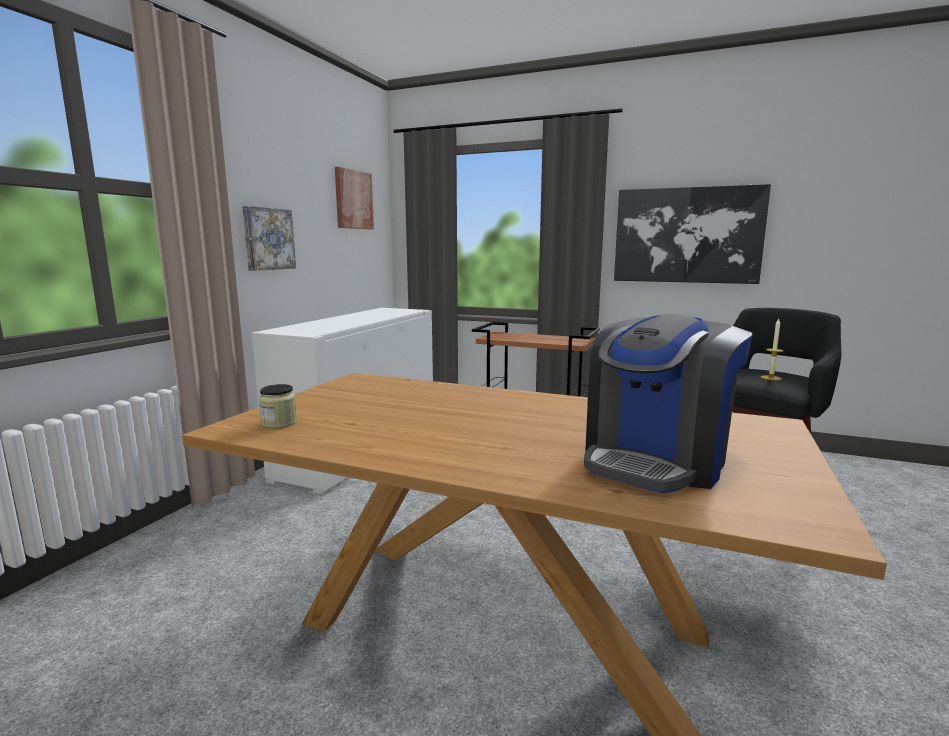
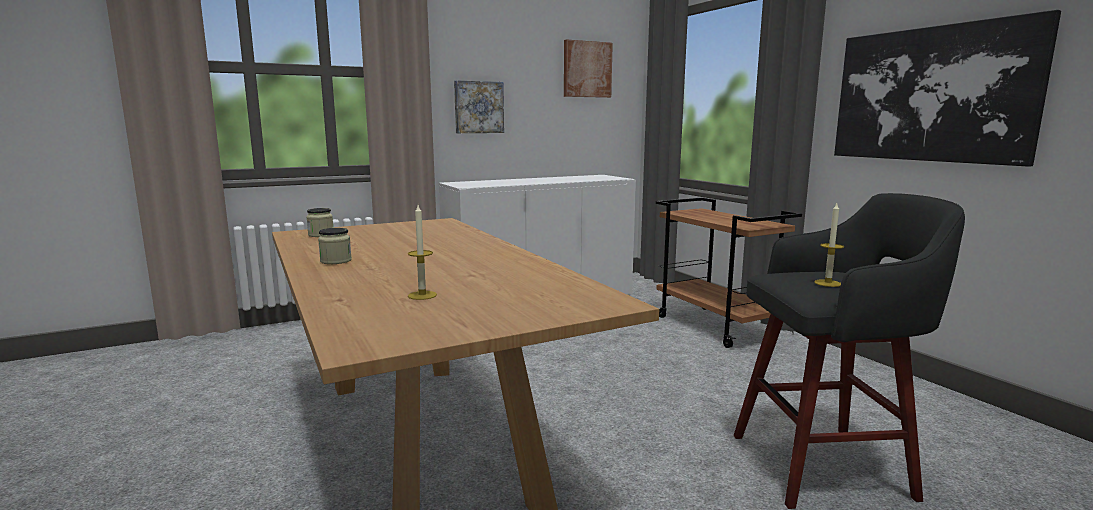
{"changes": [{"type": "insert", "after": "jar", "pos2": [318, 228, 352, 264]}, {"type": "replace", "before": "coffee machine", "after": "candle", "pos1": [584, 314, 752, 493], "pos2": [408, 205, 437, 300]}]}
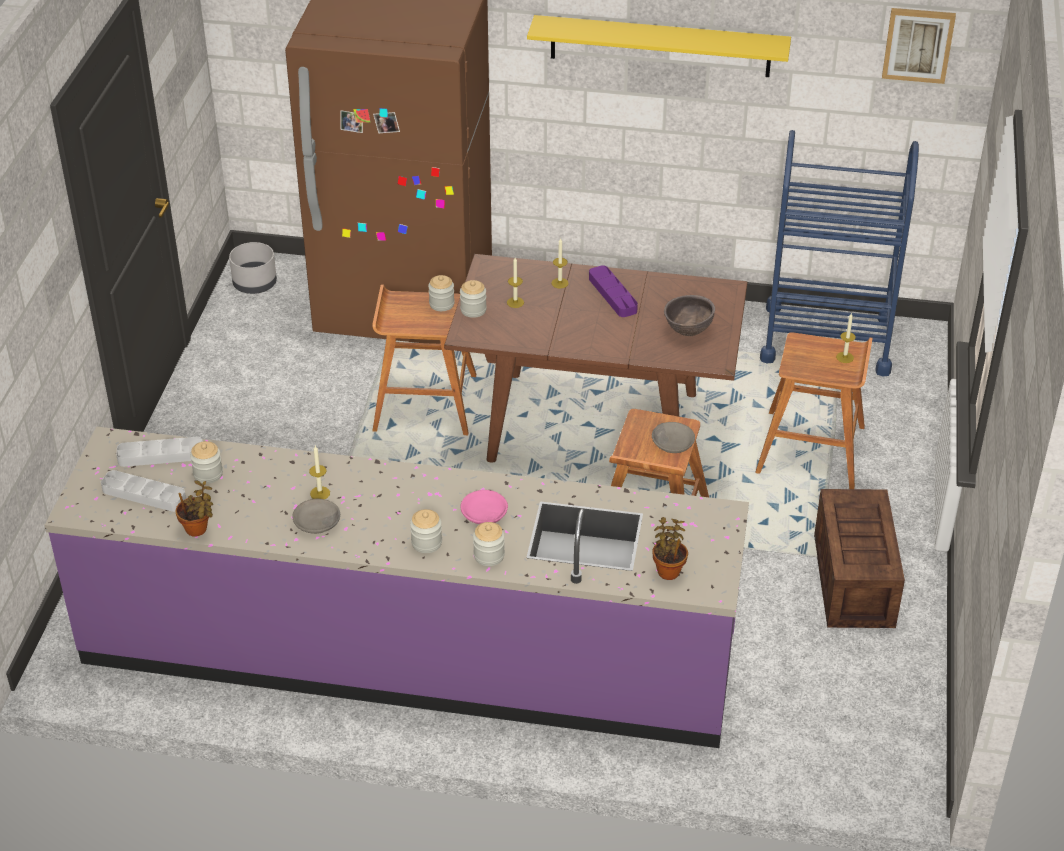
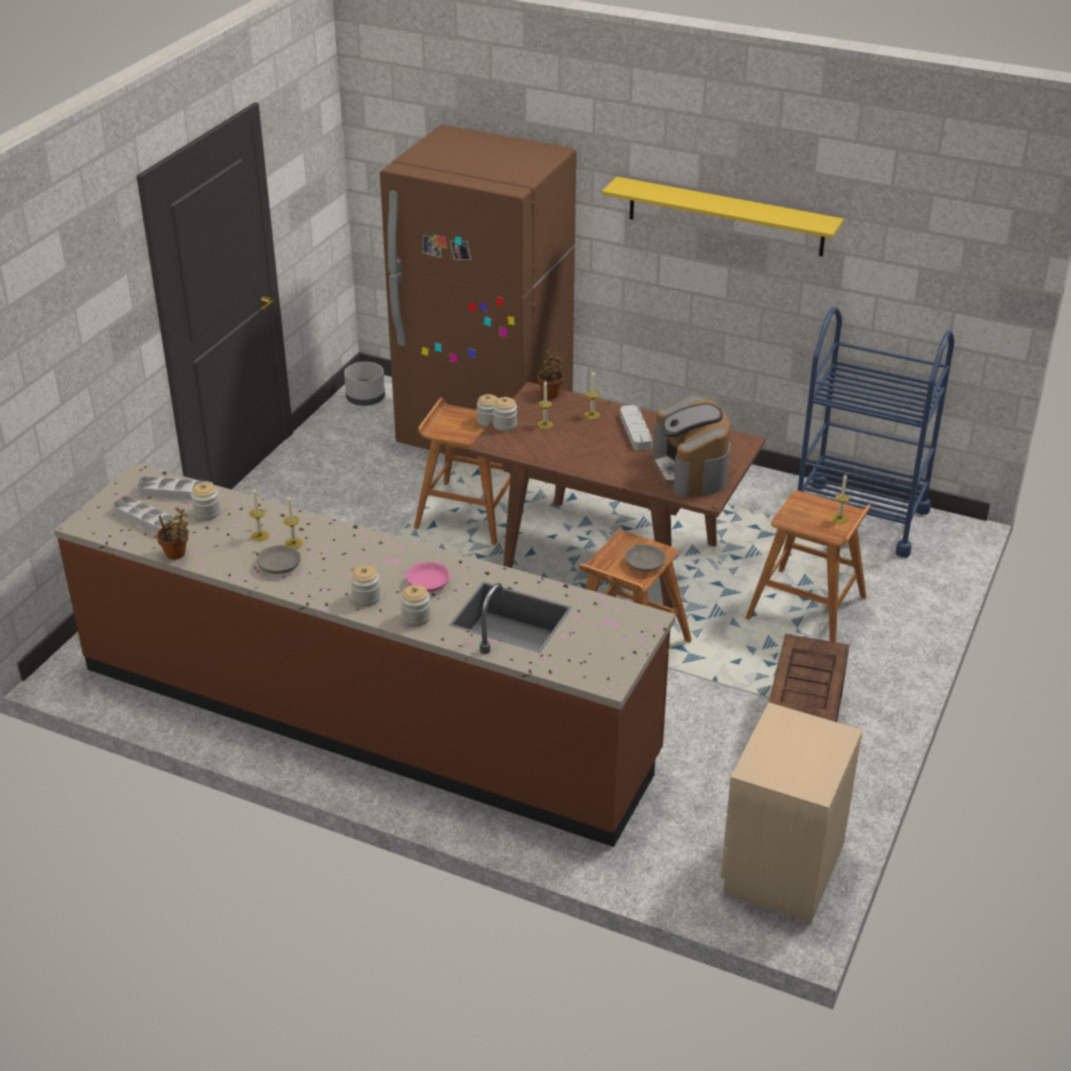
{"changes": [{"type": "delete", "before": "picture", "pos1": [882, 8, 956, 84]}, {"type": "insert", "after": "candle", "pos2": [249, 488, 269, 541]}, {"type": "insert", "after": "nightstand in beige", "pos2": [721, 702, 862, 923]}, {"type": "move", "before": "potted plant", "pos1": [653, 517, 688, 580], "pos2": [537, 350, 565, 399]}, {"type": "replace", "before": "bowl in brown", "after": "coffee machine", "pos1": [664, 295, 715, 337], "pos2": [653, 395, 730, 497]}, {"type": "recolor", "before": "counter in purple", "after": "counter in brown", "pos1": [45, 427, 749, 748], "pos2": [54, 463, 676, 847]}, {"type": "recolor", "before": "tray in purple", "after": "tray in grey", "pos1": [589, 265, 638, 317], "pos2": [620, 405, 653, 450]}]}
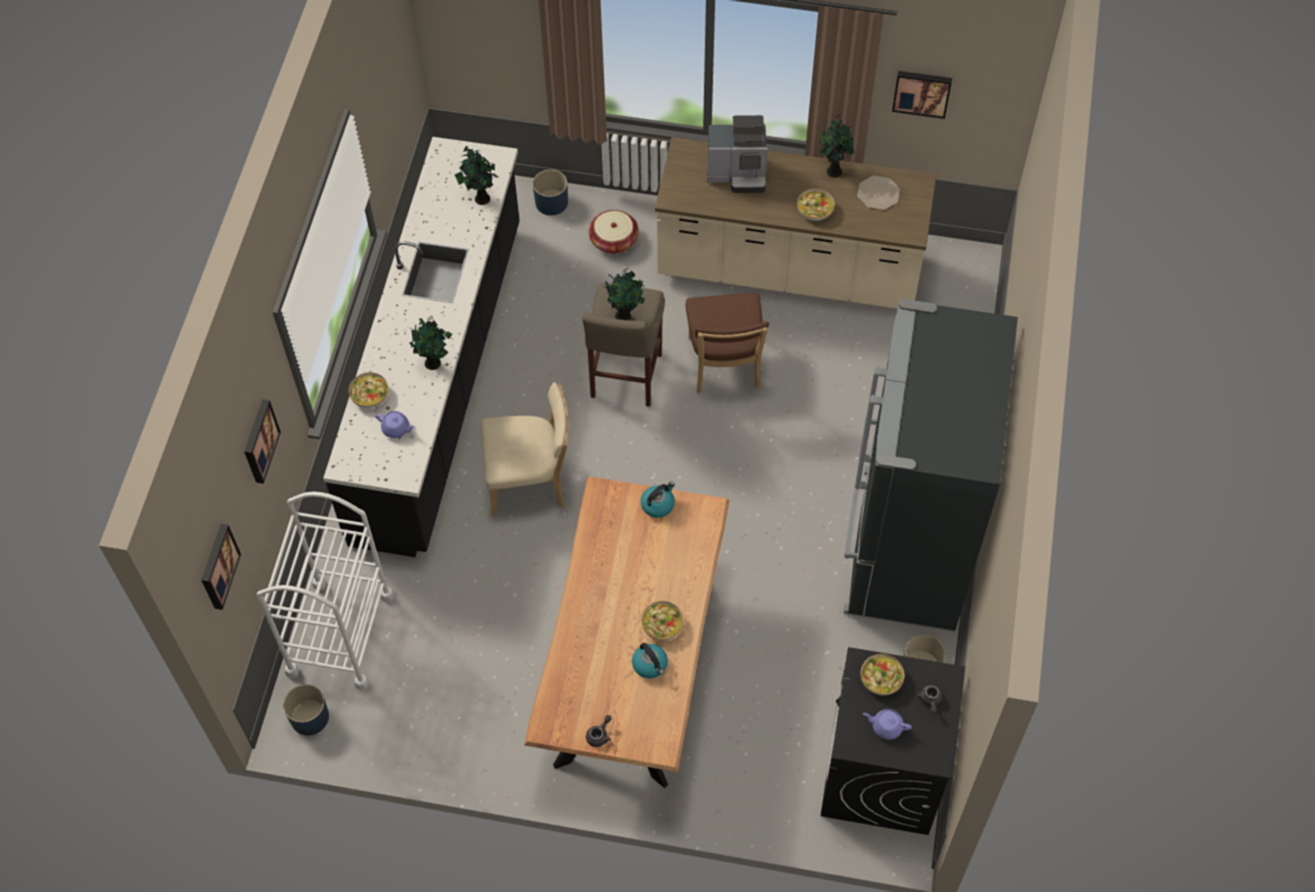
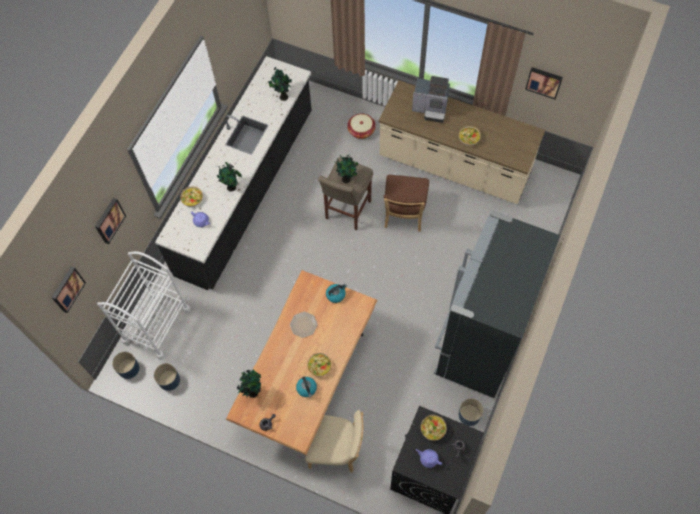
{"changes": [{"type": "move", "before": "chair in beige", "pos1": [481, 382, 569, 516], "pos2": [305, 410, 363, 473]}, {"type": "move", "before": "planter in blue", "pos1": [533, 169, 568, 215], "pos2": [154, 363, 180, 391]}, {"type": "move", "before": "potted plant", "pos1": [819, 115, 854, 178], "pos2": [237, 370, 261, 398]}, {"type": "move", "before": "plate", "pos1": [857, 176, 900, 210], "pos2": [290, 312, 318, 338]}]}
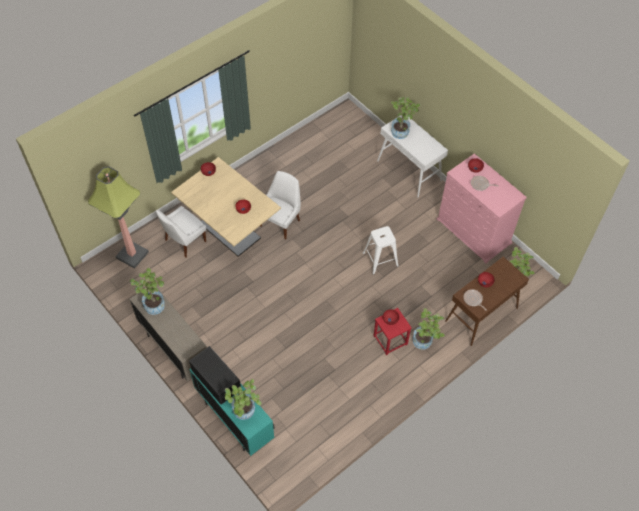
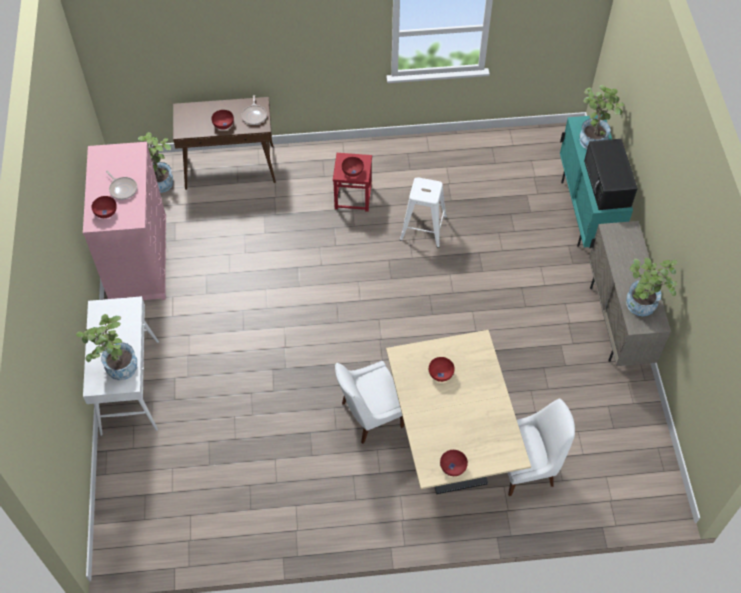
{"changes": [{"type": "delete", "before": "floor lamp", "pos1": [88, 166, 149, 269]}, {"type": "delete", "before": "potted plant", "pos1": [413, 308, 445, 349]}, {"type": "move", "before": "stool in white", "pos1": [363, 226, 399, 275], "pos2": [400, 177, 447, 248]}]}
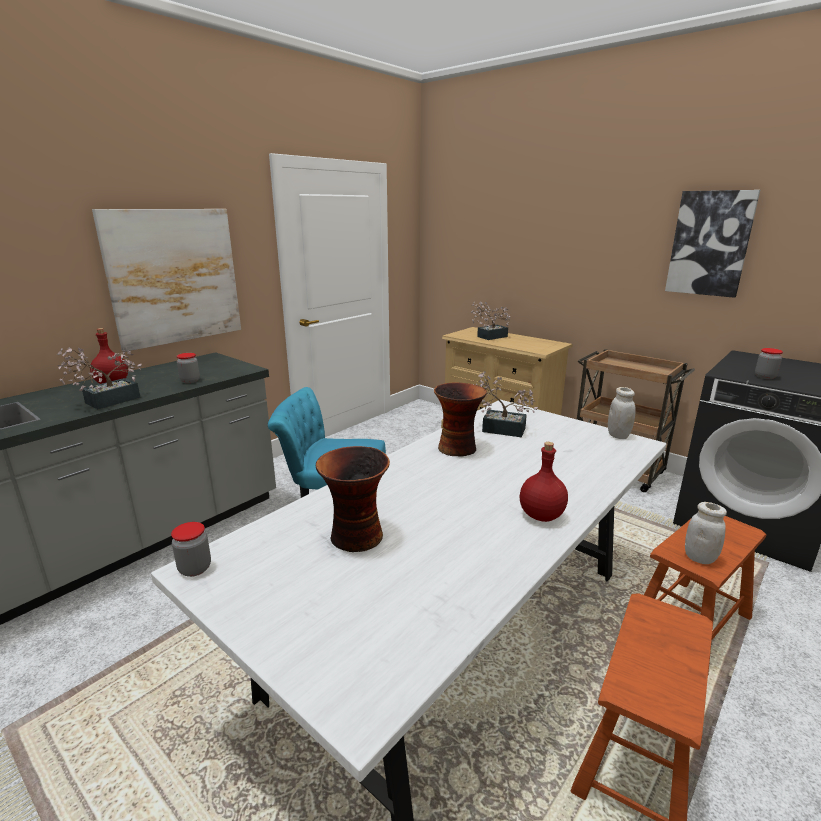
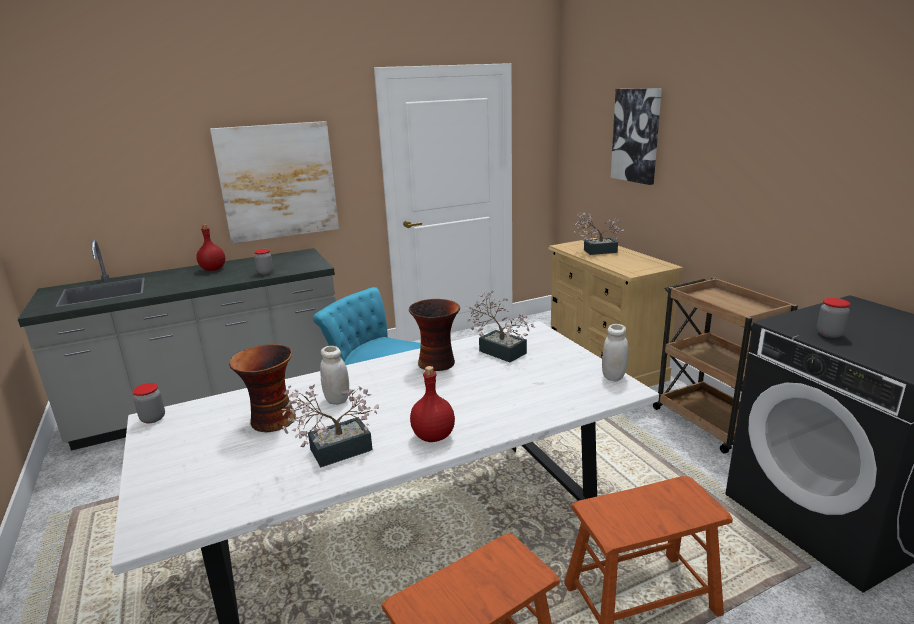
{"changes": [{"type": "move", "before": "potted plant", "pos1": [57, 347, 142, 409], "pos2": [281, 384, 379, 468]}, {"type": "move", "before": "picture", "pos1": [665, 190, 760, 298], "pos2": [611, 88, 662, 185]}, {"type": "move", "before": "jar in white", "pos1": [685, 502, 727, 564], "pos2": [320, 346, 349, 405]}]}
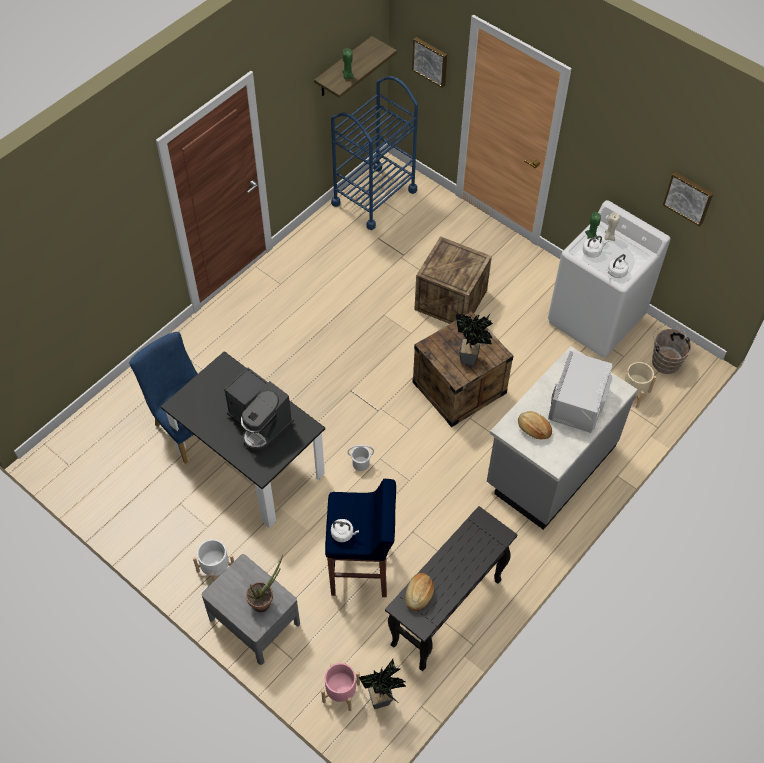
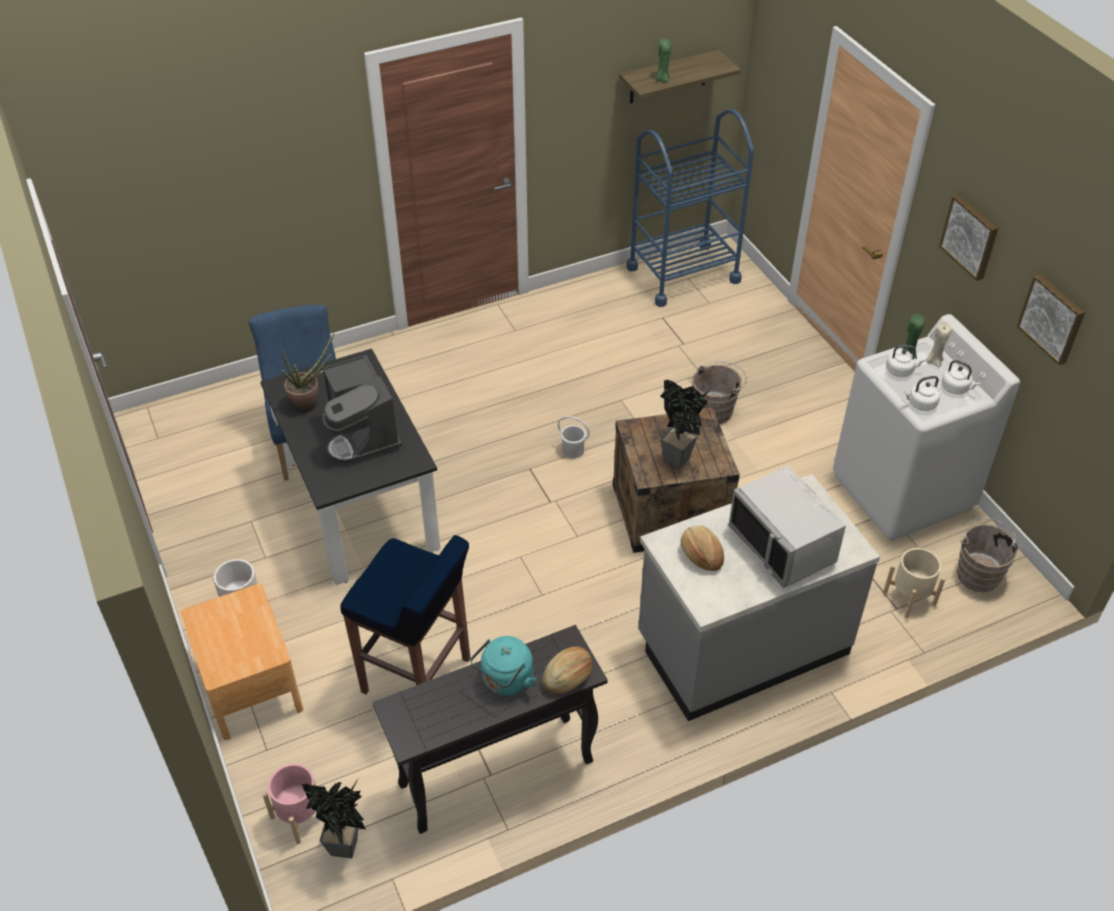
{"changes": [{"type": "insert", "after": "kettle in turquoise", "pos2": [470, 636, 537, 696]}, {"type": "move", "before": "potted plant", "pos1": [246, 555, 283, 612], "pos2": [281, 332, 335, 412]}, {"type": "move", "before": "kettle in white", "pos1": [331, 519, 359, 542], "pos2": [941, 360, 980, 394]}, {"type": "move", "before": "bucket in white", "pos1": [348, 445, 374, 471], "pos2": [558, 416, 590, 458]}, {"type": "move", "before": "bread", "pos1": [405, 573, 434, 611], "pos2": [542, 646, 592, 694]}, {"type": "move", "before": "picture", "pos1": [412, 37, 447, 88], "pos2": [939, 194, 998, 281]}, {"type": "replace", "before": "crate", "after": "bucket in brown", "pos1": [414, 236, 492, 324], "pos2": [692, 361, 747, 424]}, {"type": "recolor", "before": "nightstand in grey", "after": "nightstand in brown", "pos1": [202, 554, 300, 665], "pos2": [181, 584, 303, 740]}, {"type": "rotate", "before": "microwave in grey", "pos1": [548, 351, 613, 433], "pos2": [729, 465, 846, 588], "turn": -75}]}
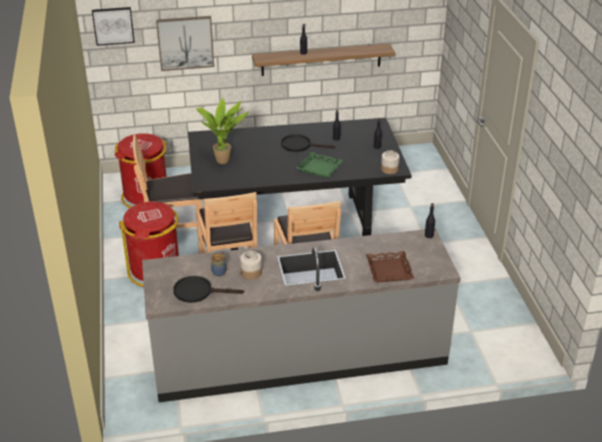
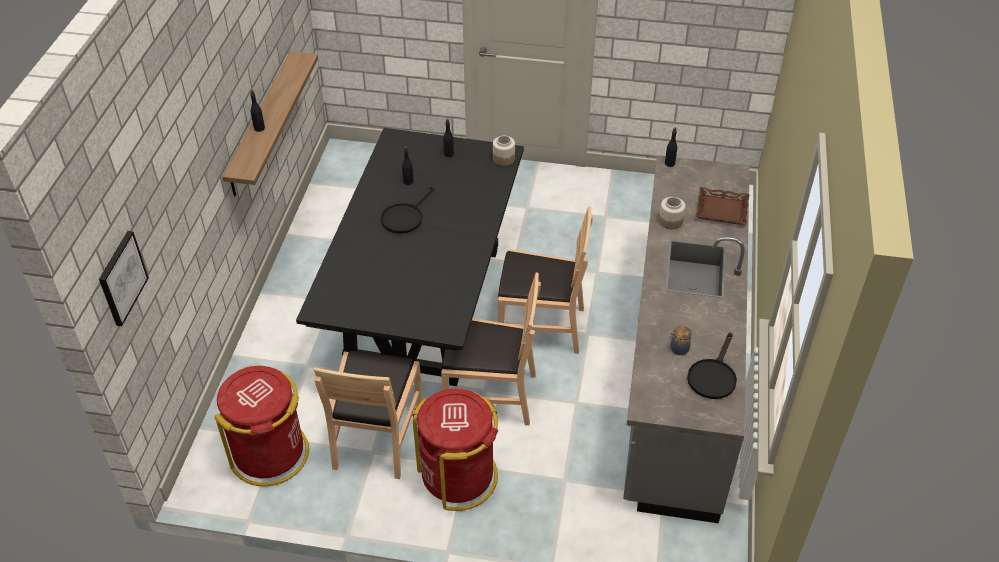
{"changes": [{"type": "delete", "before": "picture", "pos1": [156, 16, 214, 71]}, {"type": "delete", "before": "potted plant", "pos1": [196, 98, 248, 164]}, {"type": "delete", "before": "tray in green", "pos1": [296, 152, 343, 178]}, {"type": "move", "before": "jar", "pos1": [240, 251, 262, 279], "pos2": [659, 197, 685, 229]}]}
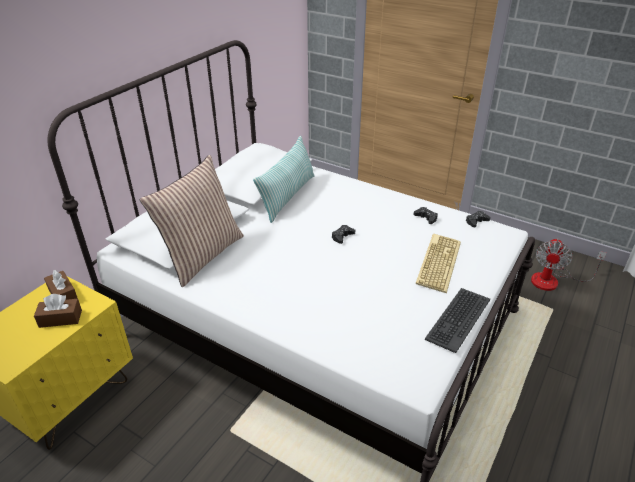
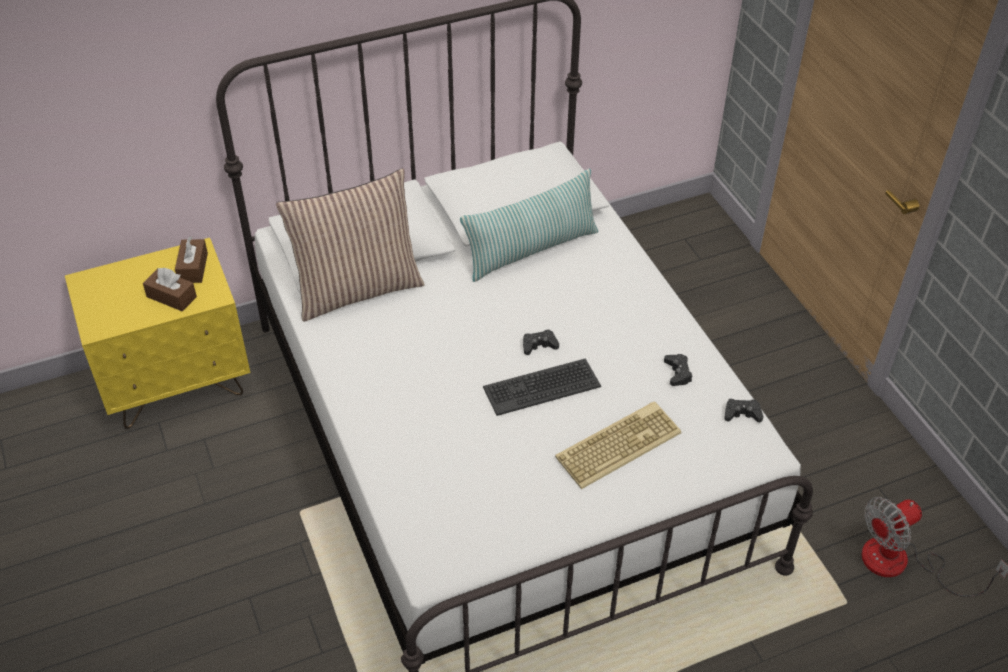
{"changes": [{"type": "move", "before": "keyboard", "pos1": [425, 288, 490, 353], "pos2": [483, 358, 601, 416]}]}
